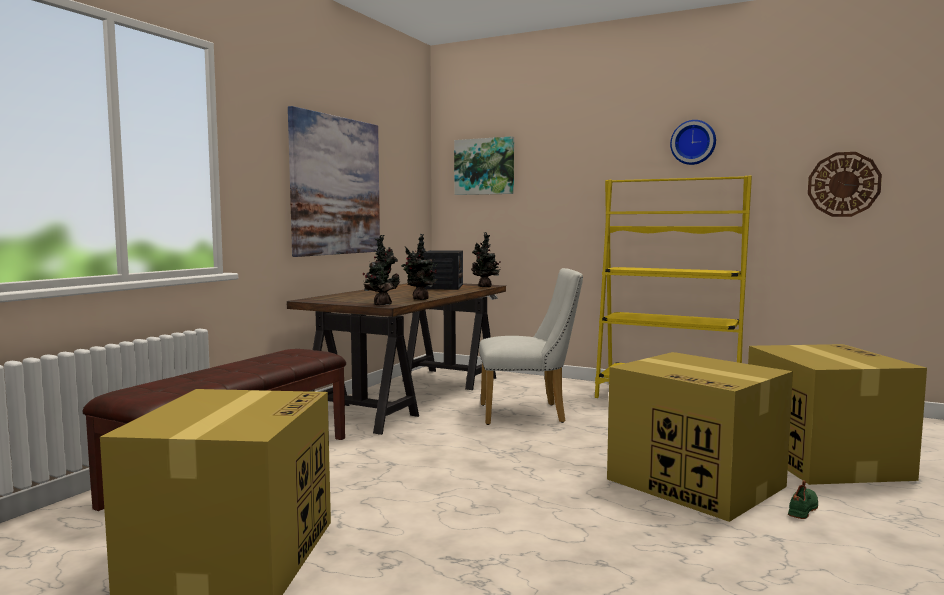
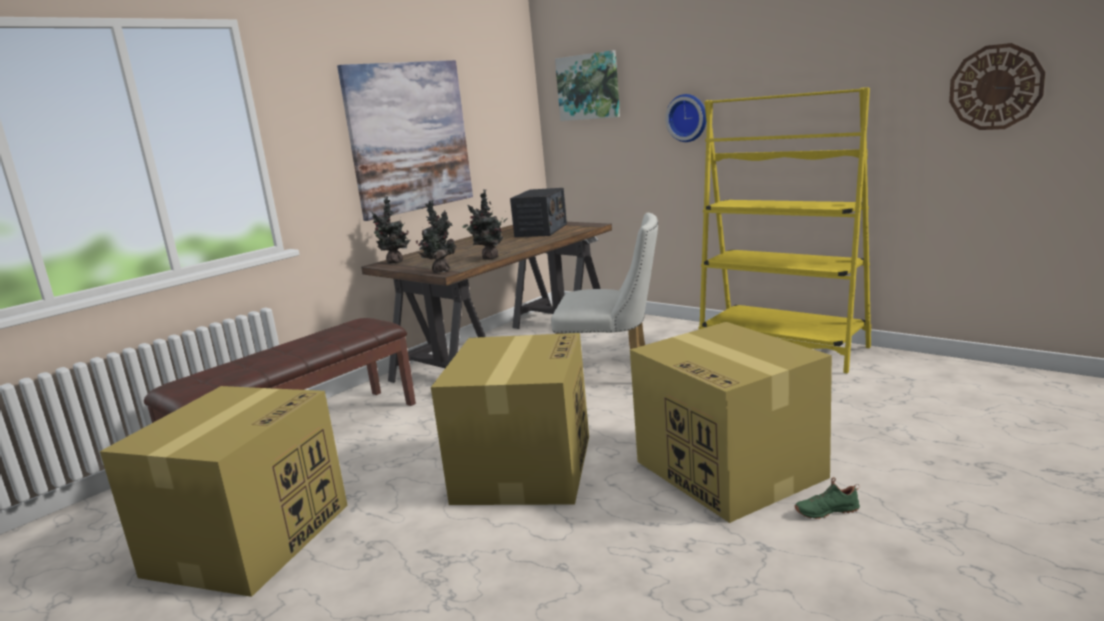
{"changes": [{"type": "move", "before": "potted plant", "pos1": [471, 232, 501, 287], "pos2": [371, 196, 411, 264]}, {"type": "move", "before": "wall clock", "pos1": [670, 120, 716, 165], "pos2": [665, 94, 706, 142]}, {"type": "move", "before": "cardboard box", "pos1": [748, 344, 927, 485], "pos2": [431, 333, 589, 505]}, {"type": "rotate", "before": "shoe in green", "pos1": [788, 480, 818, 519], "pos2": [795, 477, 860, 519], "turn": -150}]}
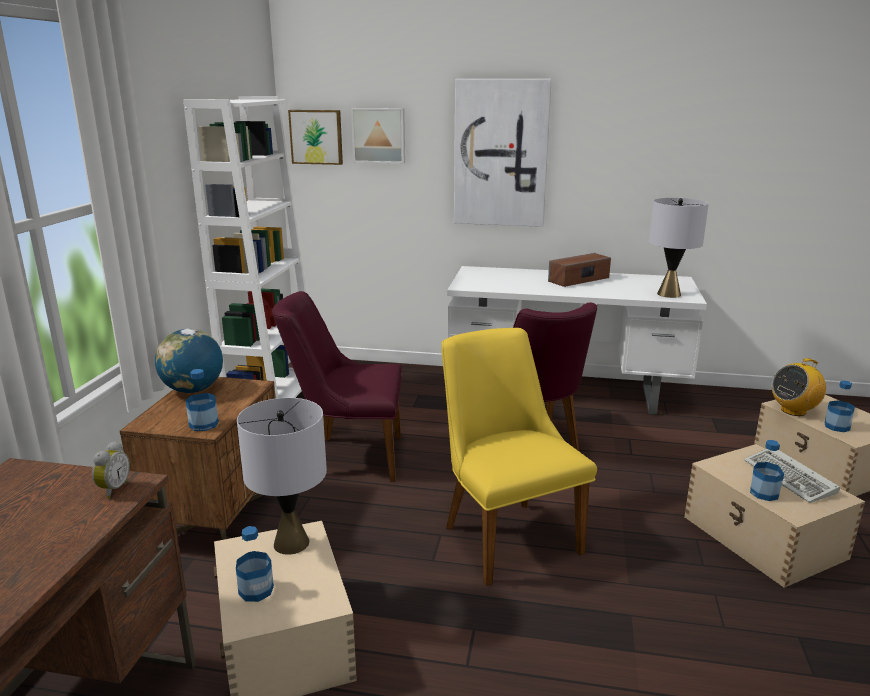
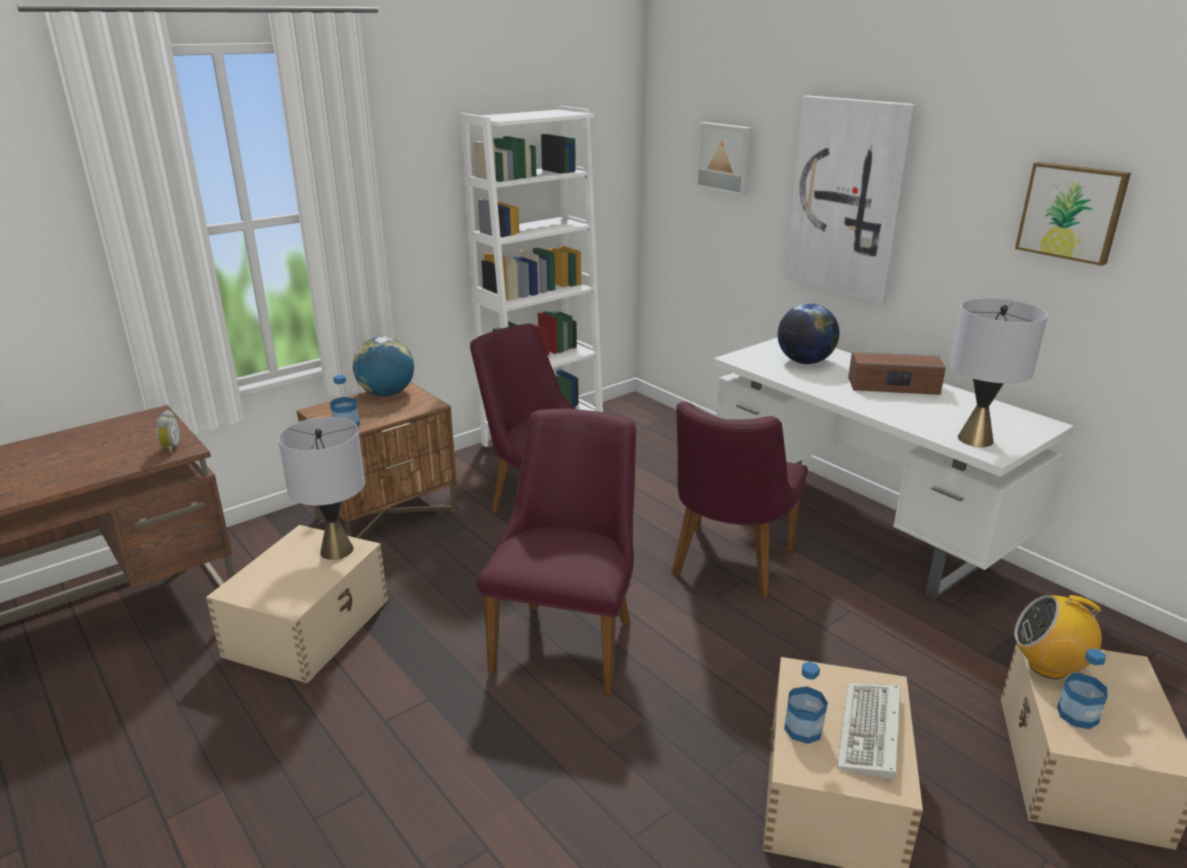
{"changes": [{"type": "delete", "before": "bottle", "pos1": [236, 526, 274, 602]}, {"type": "insert", "after": "globe", "pos2": [778, 303, 839, 364]}, {"type": "move", "before": "picture", "pos1": [288, 110, 343, 165], "pos2": [1015, 162, 1131, 266]}, {"type": "recolor", "before": "chair in yellow", "after": "chair in purple", "pos1": [441, 328, 597, 586], "pos2": [476, 409, 636, 695]}, {"type": "rotate", "before": "alarm clock", "pos1": [92, 441, 130, 498], "pos2": [156, 410, 180, 454], "turn": -60}]}
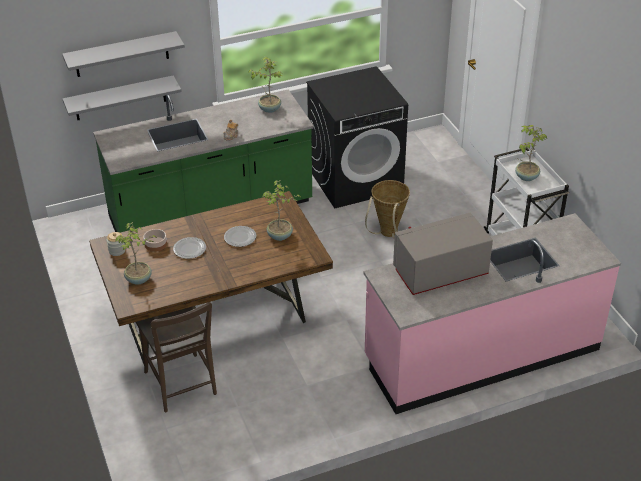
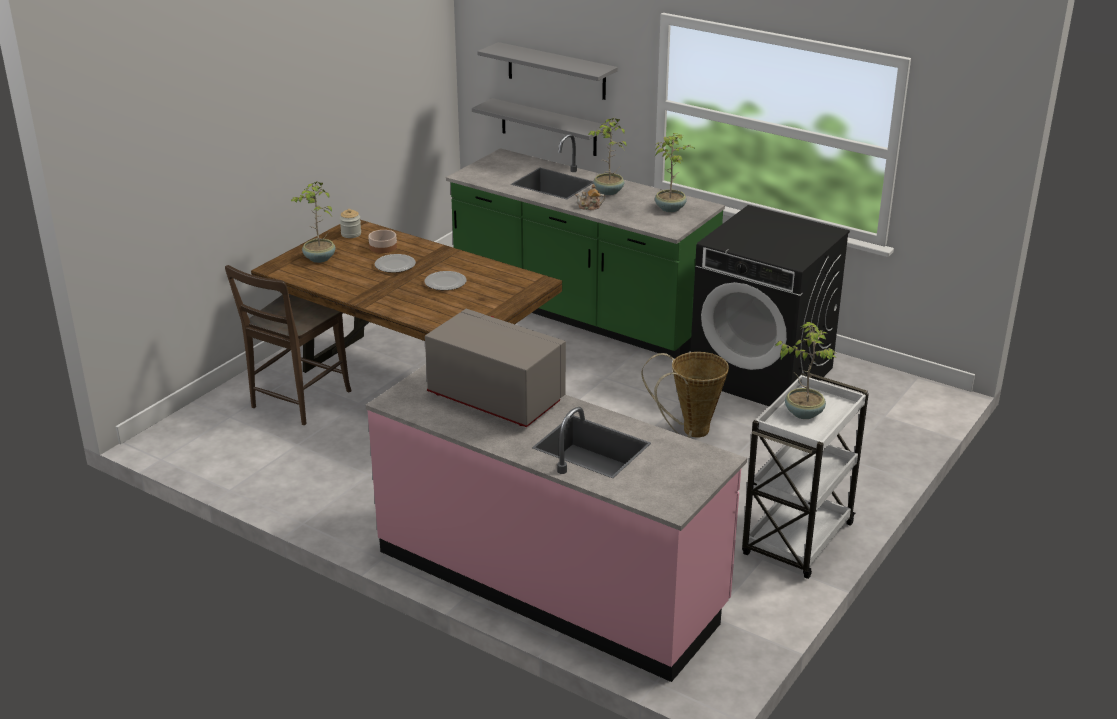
{"changes": [{"type": "move", "before": "potted plant", "pos1": [262, 180, 302, 241], "pos2": [588, 117, 626, 195]}]}
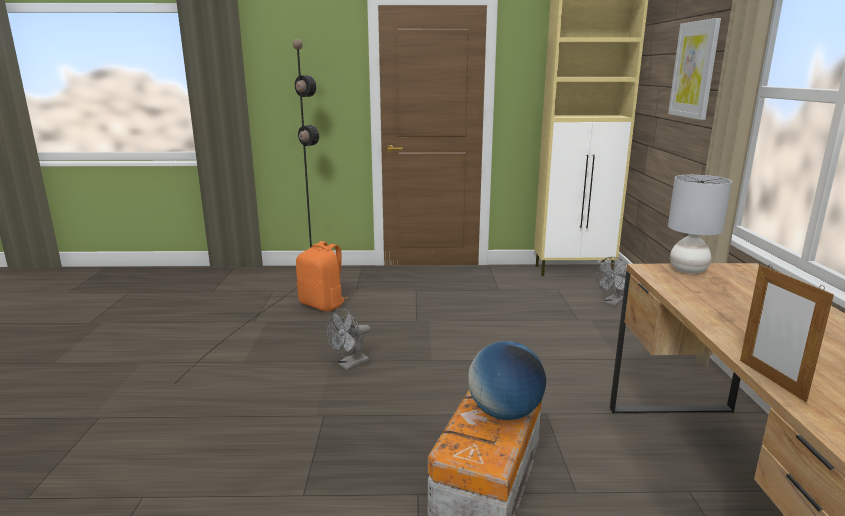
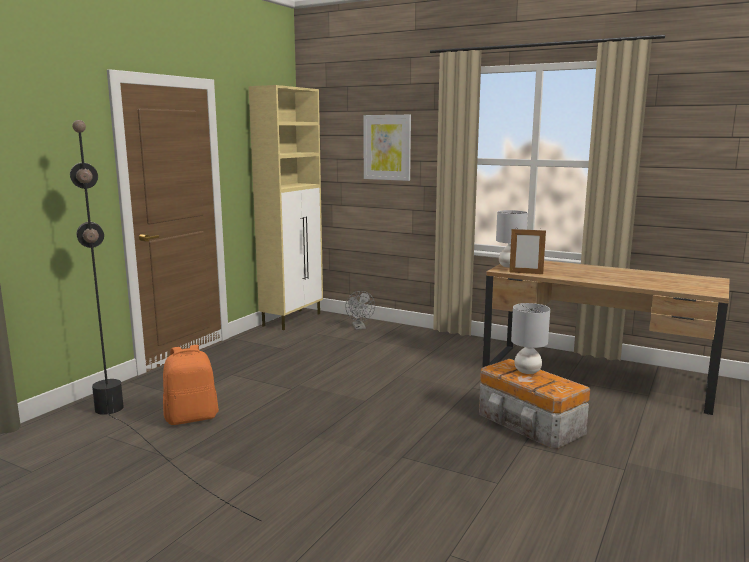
{"changes": [{"type": "delete", "before": "fan in grey", "pos1": [327, 308, 371, 370]}, {"type": "move", "before": "picture frame", "pos1": [740, 265, 834, 402], "pos2": [509, 229, 546, 274]}, {"type": "replace", "before": "globe", "after": "table lamp in grey", "pos1": [468, 341, 546, 420], "pos2": [511, 303, 550, 374]}]}
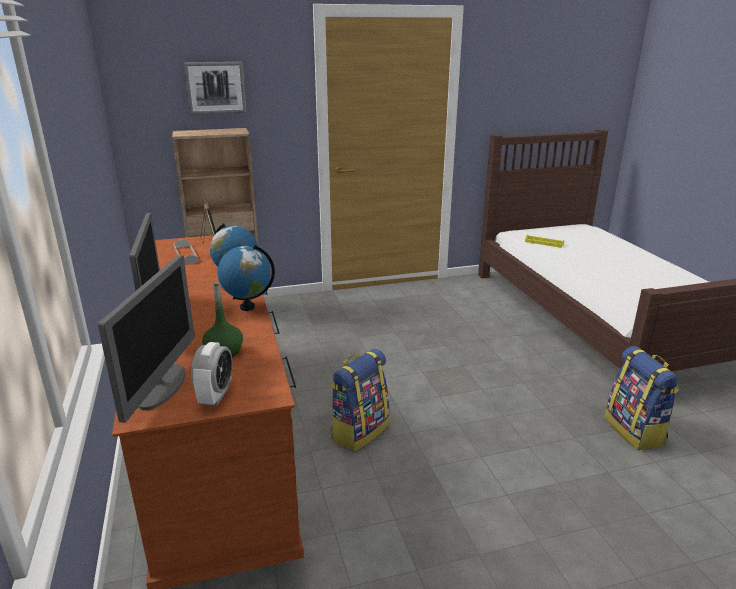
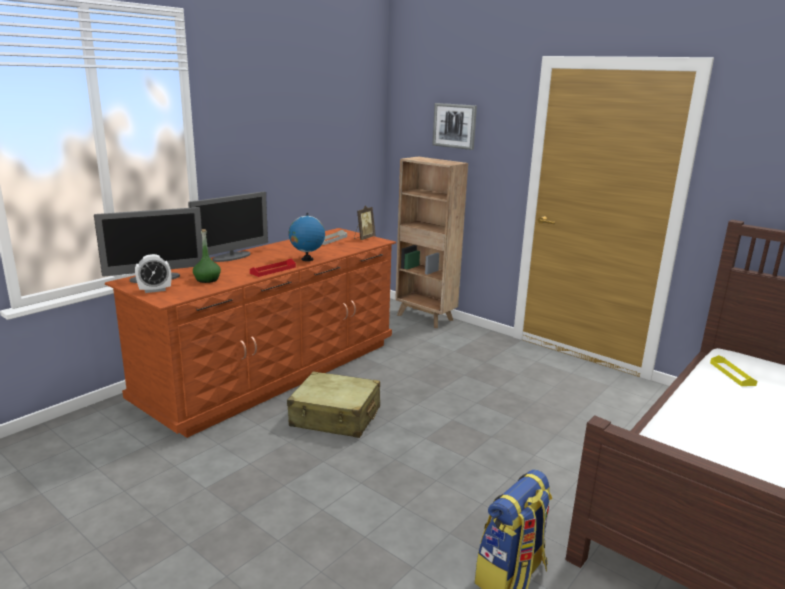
{"changes": [{"type": "replace", "before": "globe", "after": "tray in red", "pos1": [217, 245, 275, 311], "pos2": [250, 259, 296, 277]}, {"type": "replace", "before": "backpack", "after": "suitcase in beige", "pos1": [330, 349, 389, 452], "pos2": [287, 371, 380, 438]}]}
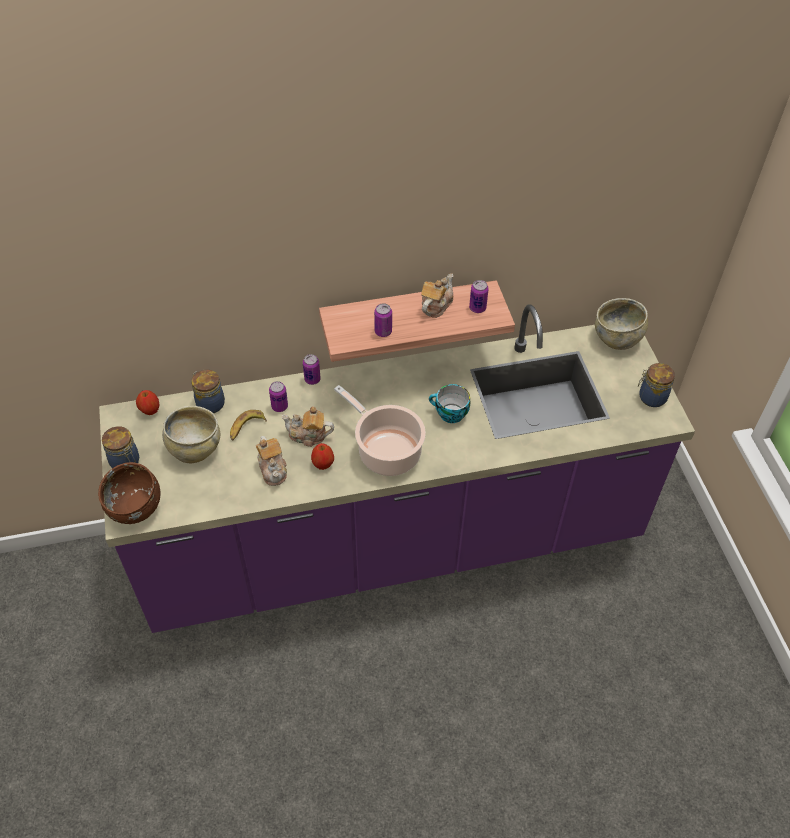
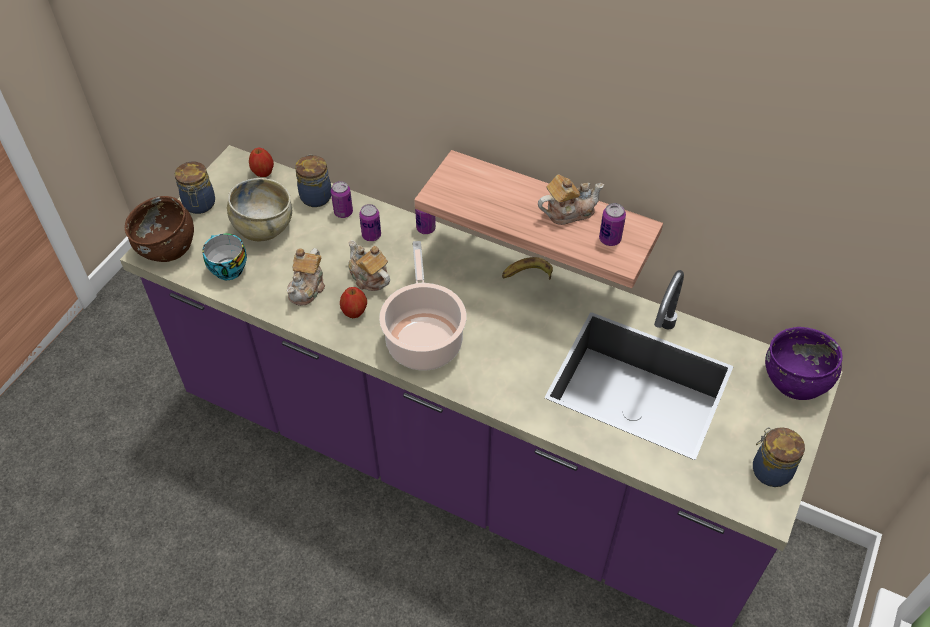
{"changes": [{"type": "move", "before": "banana", "pos1": [230, 410, 267, 440], "pos2": [502, 257, 553, 280]}, {"type": "move", "before": "can", "pos1": [374, 303, 392, 337], "pos2": [331, 181, 353, 218]}, {"type": "move", "before": "cup", "pos1": [429, 384, 470, 423], "pos2": [202, 233, 247, 280]}, {"type": "recolor", "before": "bowl in beige", "after": "bowl in purple", "pos1": [595, 298, 648, 350], "pos2": [765, 327, 843, 400]}]}
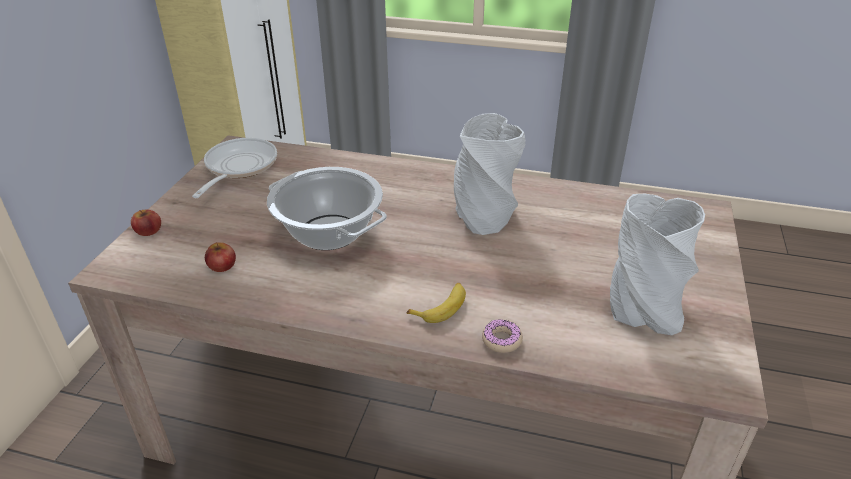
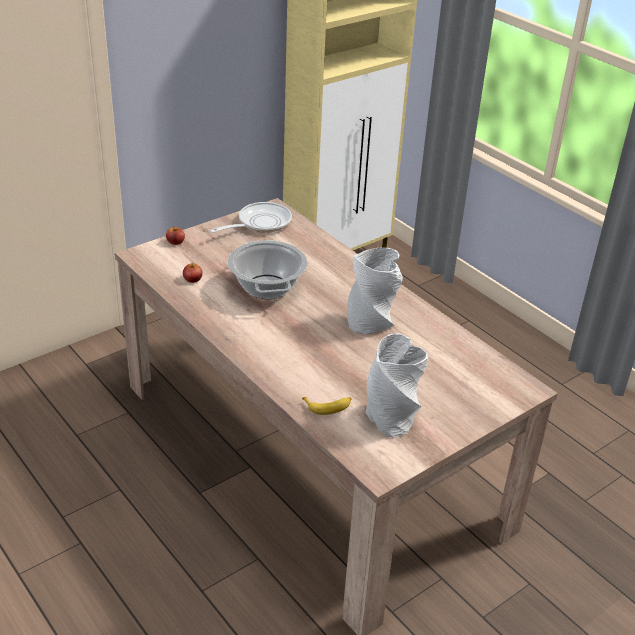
{"changes": [{"type": "delete", "before": "donut", "pos1": [482, 319, 523, 353]}, {"type": "move", "before": "banana", "pos1": [406, 283, 466, 323], "pos2": [302, 397, 352, 415]}]}
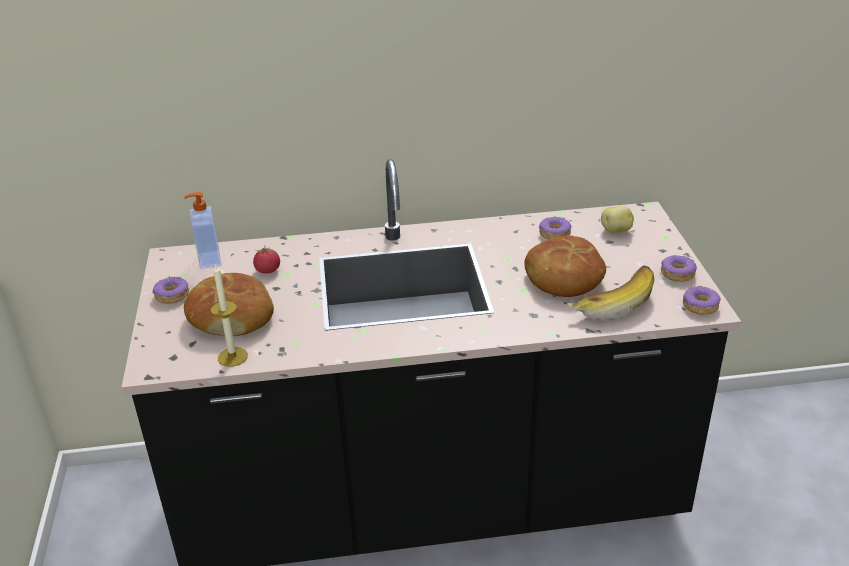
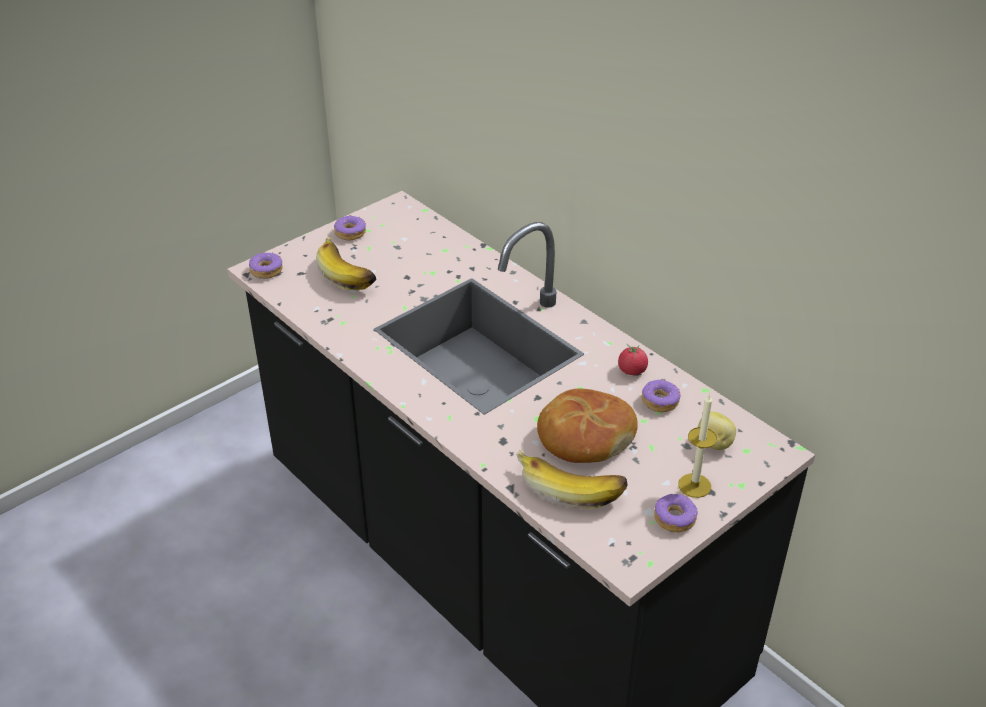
{"changes": [{"type": "delete", "before": "soap dispenser", "pos1": [184, 192, 221, 269]}, {"type": "move", "before": "candle", "pos1": [210, 263, 248, 367], "pos2": [678, 393, 717, 498]}, {"type": "move", "before": "tomato", "pos1": [253, 245, 280, 274], "pos2": [618, 344, 648, 375]}, {"type": "move", "before": "donut", "pos1": [683, 285, 721, 315], "pos2": [249, 252, 283, 279]}, {"type": "replace", "before": "bread", "after": "banana", "pos1": [184, 273, 274, 336], "pos2": [316, 236, 377, 290]}]}
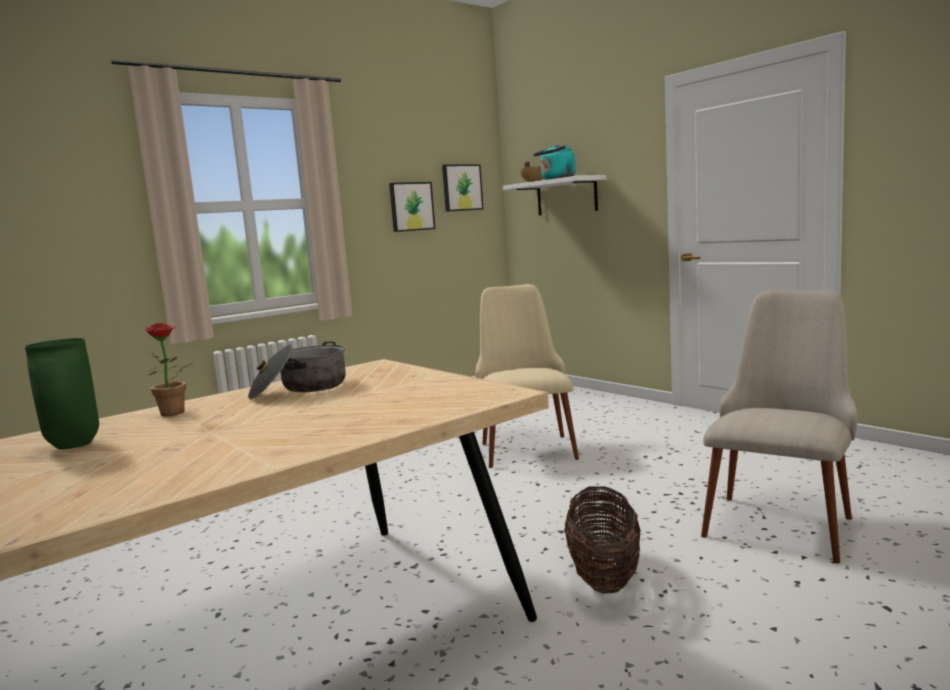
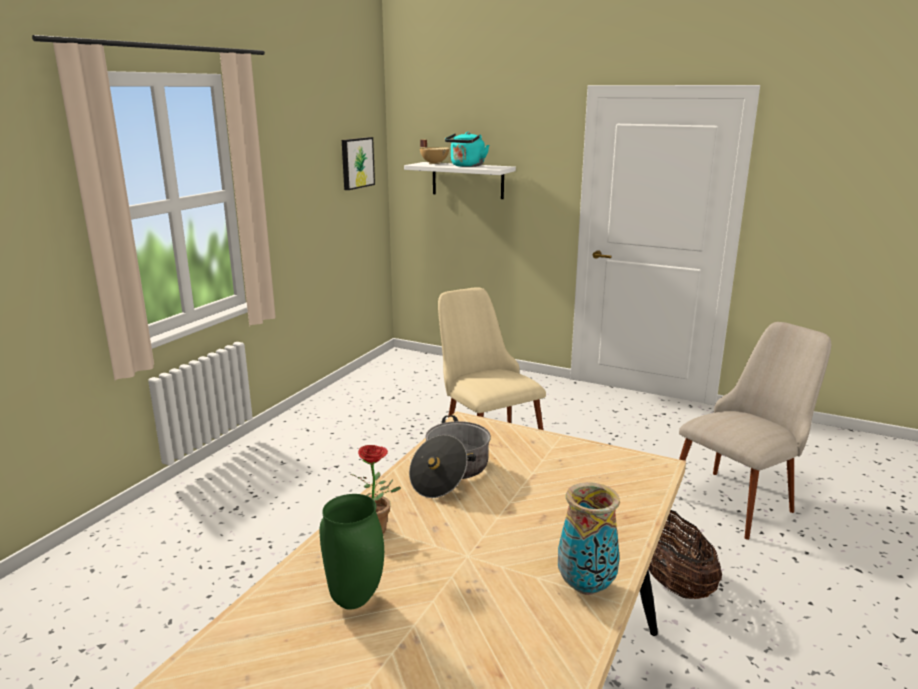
{"changes": [{"type": "delete", "before": "picture", "pos1": [389, 182, 435, 232]}, {"type": "insert", "after": "vase", "pos2": [558, 482, 620, 595]}, {"type": "rotate", "before": "chair in beige", "pos1": [701, 290, 858, 563], "pos2": [679, 322, 831, 540], "turn": 45}]}
